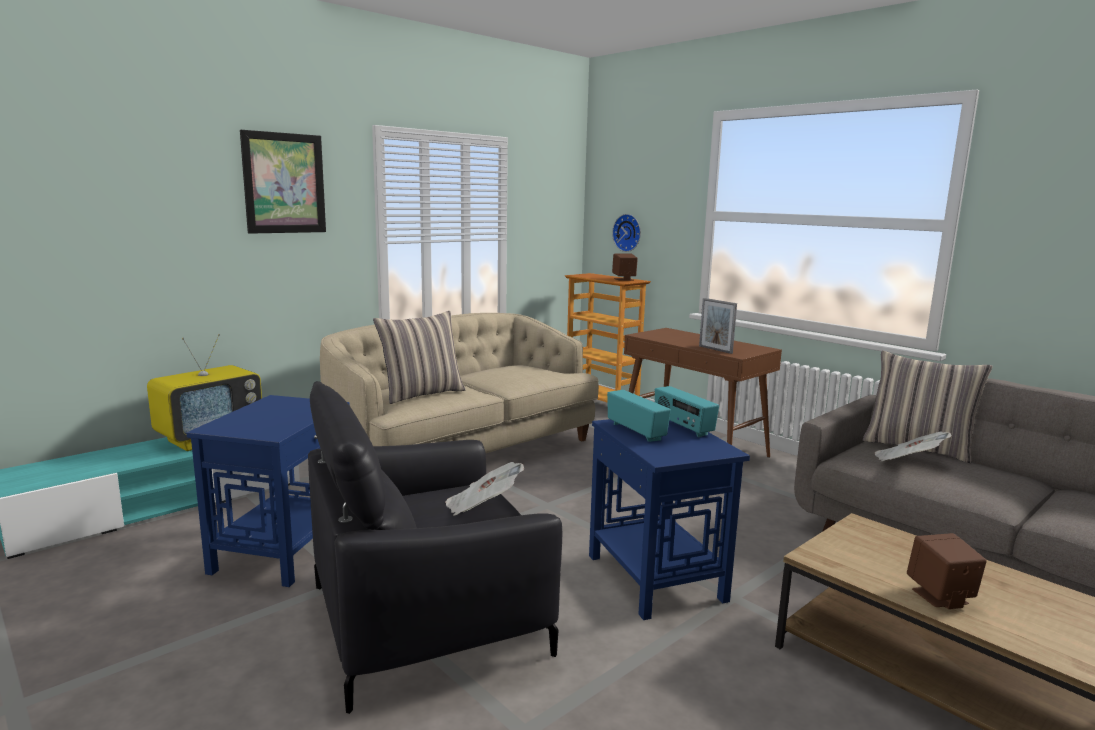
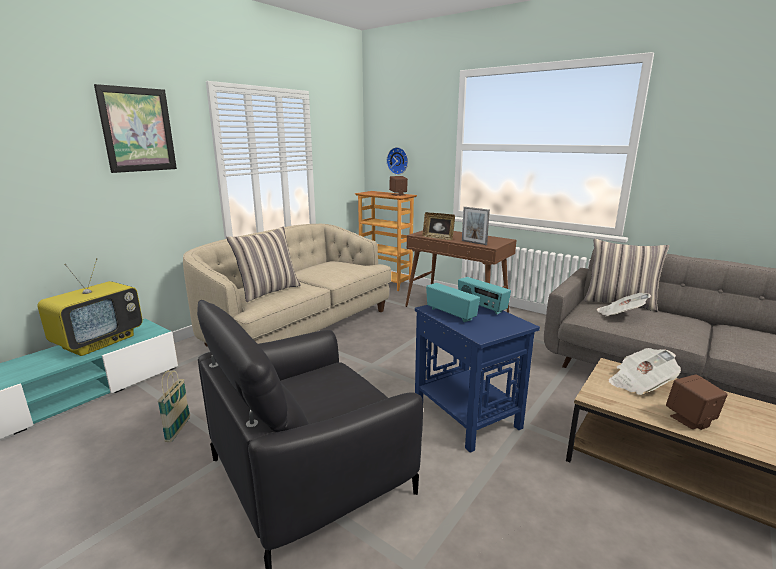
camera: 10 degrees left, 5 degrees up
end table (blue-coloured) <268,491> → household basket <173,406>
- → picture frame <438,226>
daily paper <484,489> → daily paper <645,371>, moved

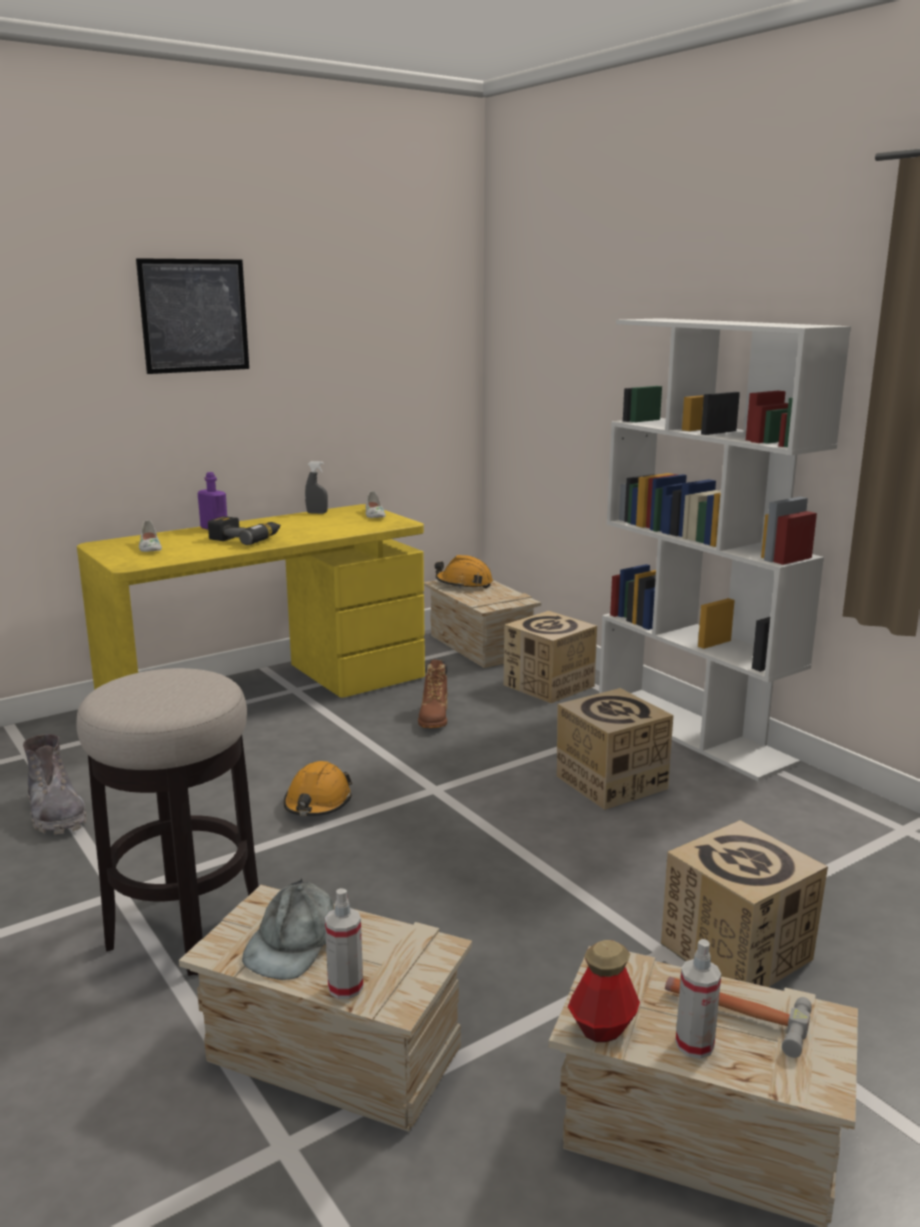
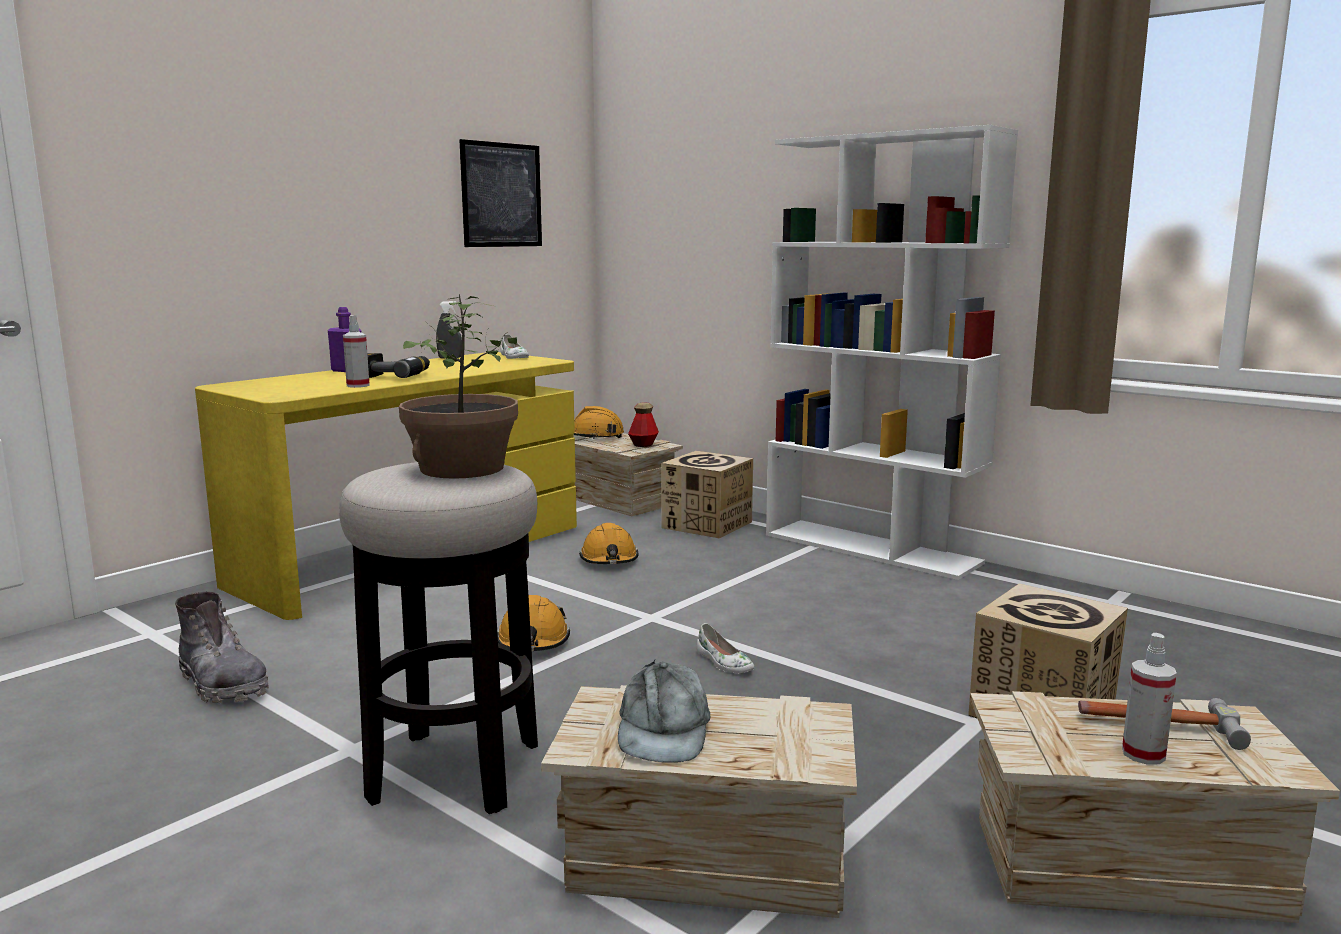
camera: 15 degrees left, 5 degrees down
spray bottle <344,943> → spray bottle <356,351>, moved
- → potted plant <458,386>
wall art <192,316> → wall art <500,193>, moved
high-top boot (brownish) <432,694> → hard hat (orange-coloured) <609,543>
bottle <604,991> → bottle <643,425>, moved
shoe (whitish) <150,536> → shoe (whitish) <725,648>, moved
cardboard box <615,749> → -

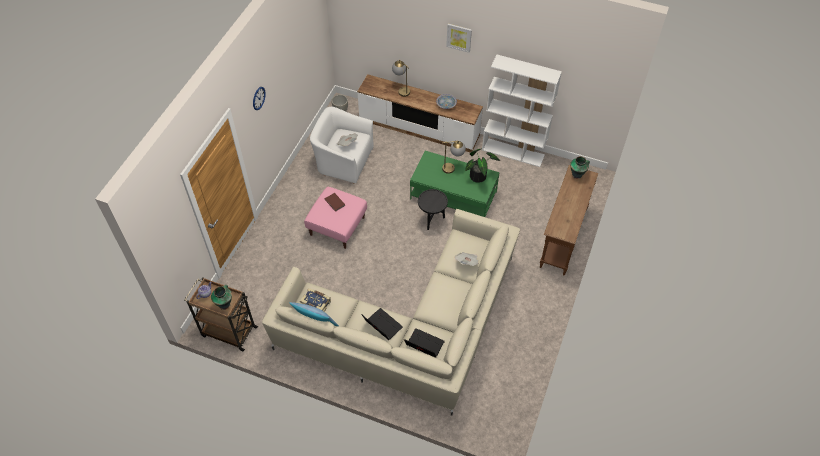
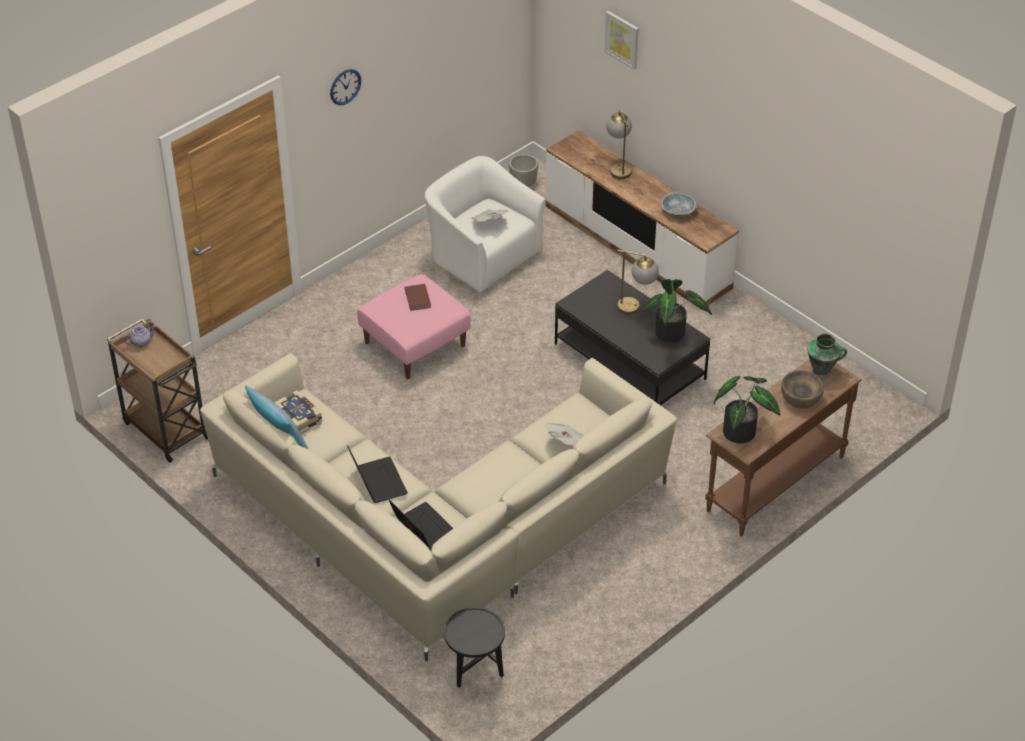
camera: 25 degrees right, 10 degrees down
end table (black) <433,209> → end table (black) <474,647>, moved
coffee table (green) <455,184> → coffee table (black) <633,337>
wall art <459,38> → wall art <621,40>, moved
- → potted plant <747,410>
- → serving bowl (brownish) <802,389>
flower vase <221,297> → -
bookshelf (whitish) <522,111> → -

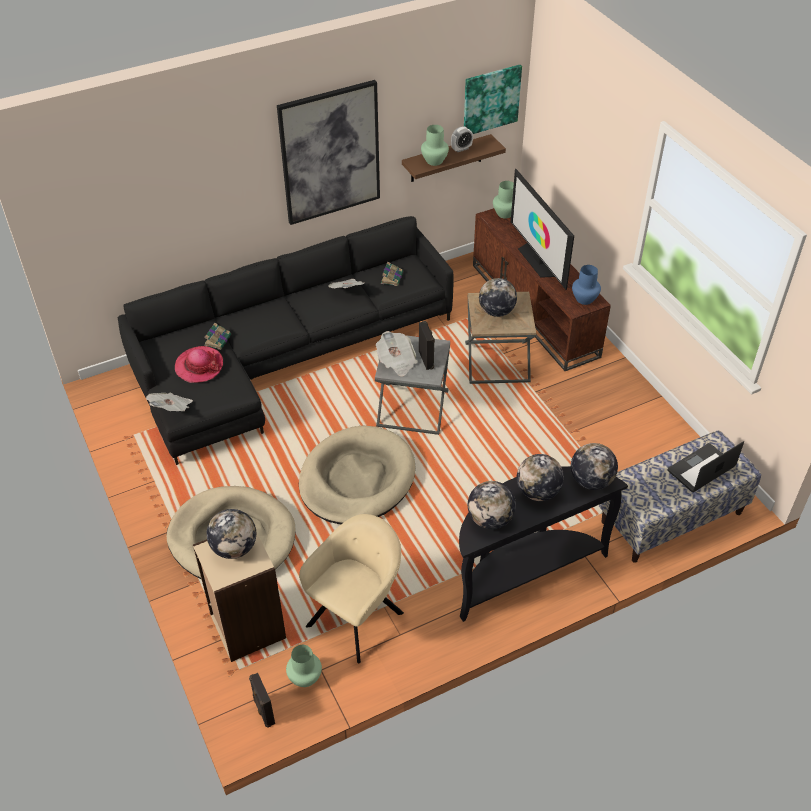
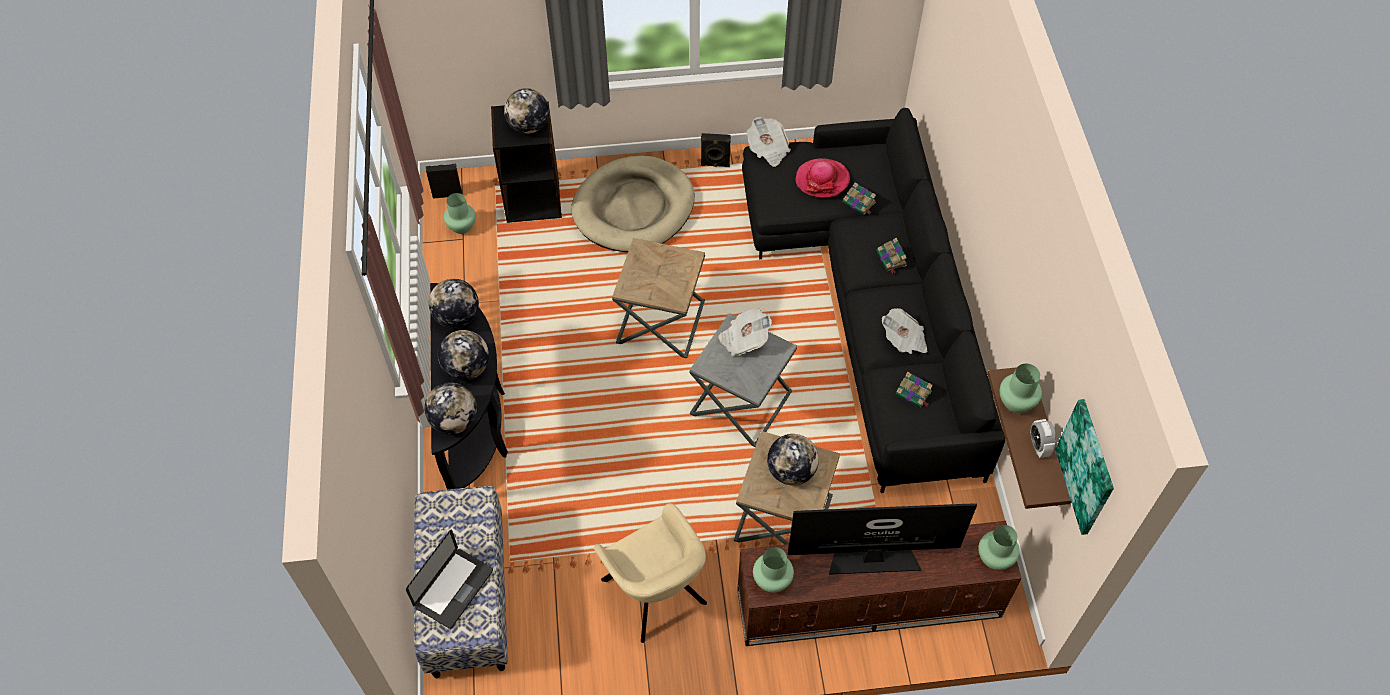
camera: 110 degrees right, 10 degrees up
notebook computer <706,466> → notebook computer <449,579>, 45 degrees clockwise
bookshelf (beige) <239,597> → bookshelf (black) <526,162>
lounge chair (beige) <351,589> → lounge chair (beige) <650,573>, moved
dog cushion (beige) <357,474> → end table (brownish) <658,298>
audio speaker (black) <427,345> → audio speaker (black) <716,150>, moved
flower vase (blue-coloured) <586,285> → flower vase (green) <773,569>
- → volume <891,256>
wall art <328,152> → -

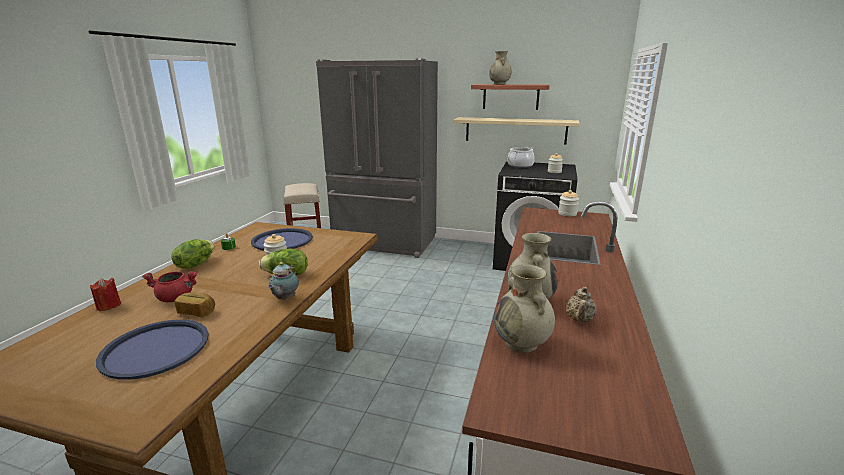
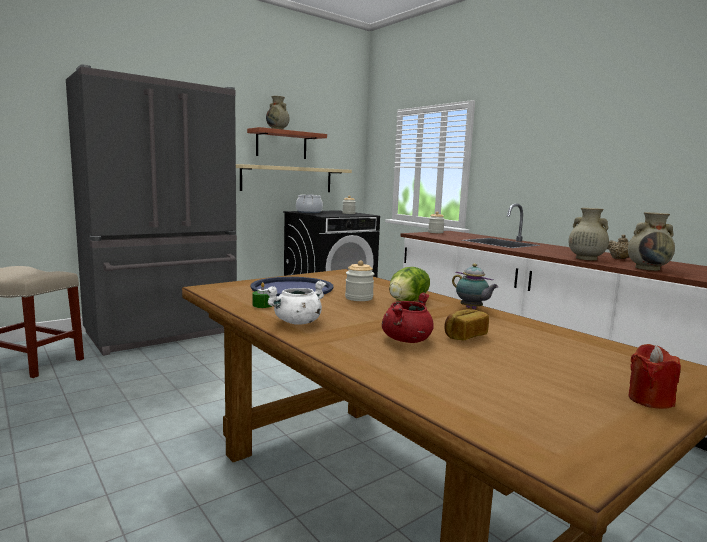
camera: 55 degrees left, 10 degrees down
lettuce head <193,254> → saucepot (whitish) <295,303>
wax light (red-coloured) <105,294> → wax light (red-coloured) <654,376>, moved
tray (blue-coloured) <152,350> → -

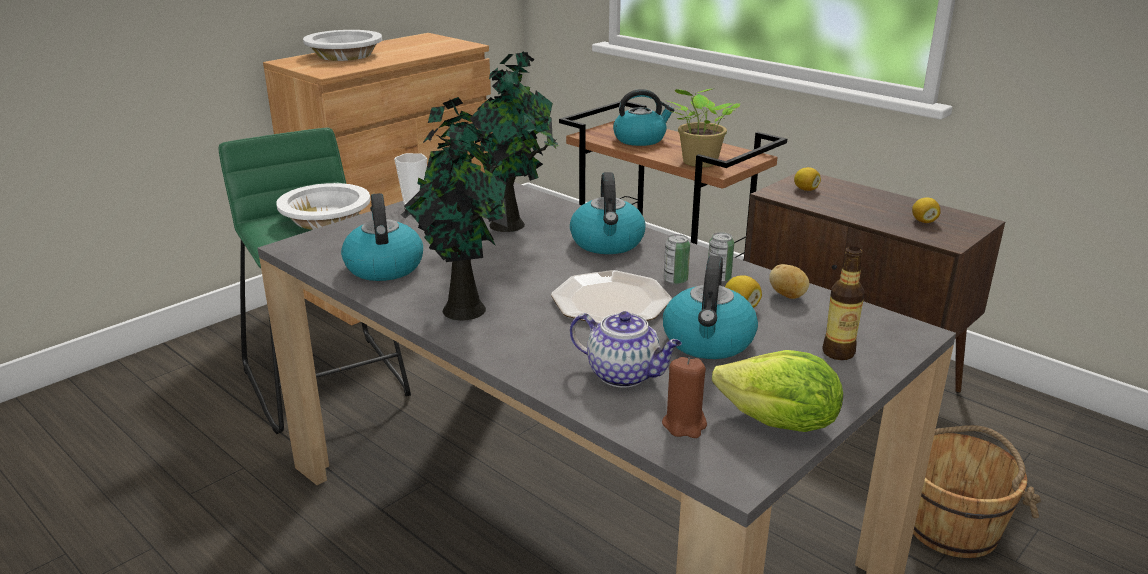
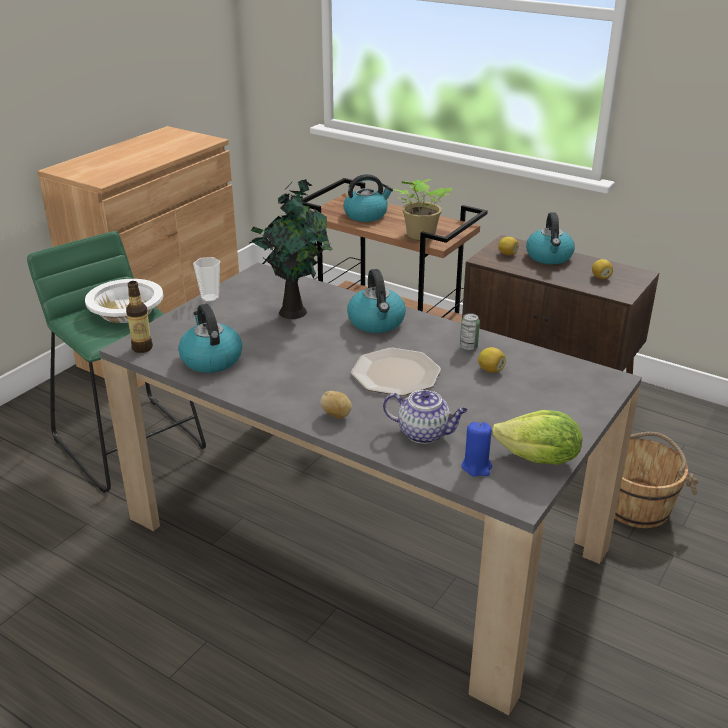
camera: 10 degrees left, 5 degrees up
bottle <843,303> → bottle <139,317>, moved
spud <789,281> → spud <336,404>, moved
wax light (brownish) <684,397> → wax light (blue-coloured) <477,449>
kettle <710,307> → kettle <550,238>, moved
serving bowl (whitish) <342,45> → -
potted plant <454,209> → -
can <677,259> → -

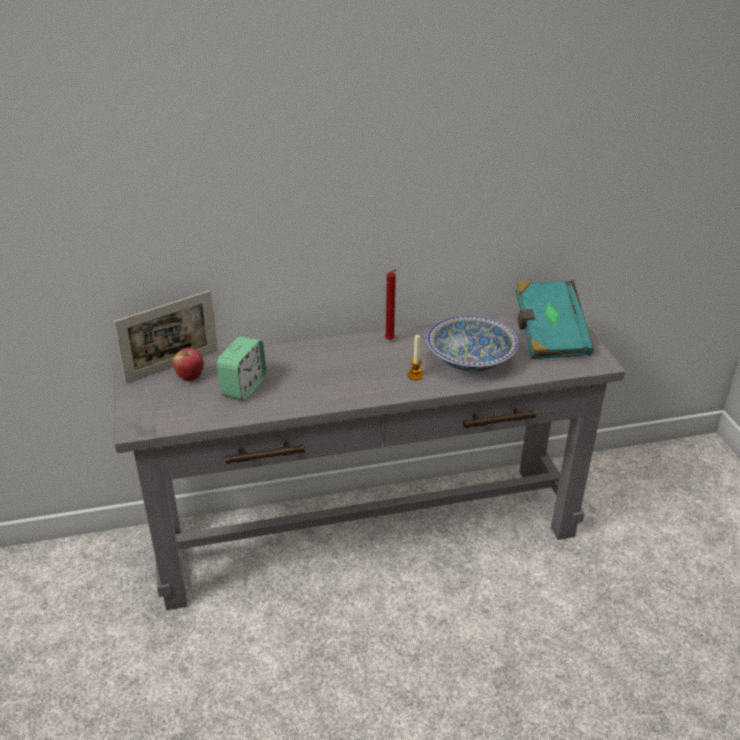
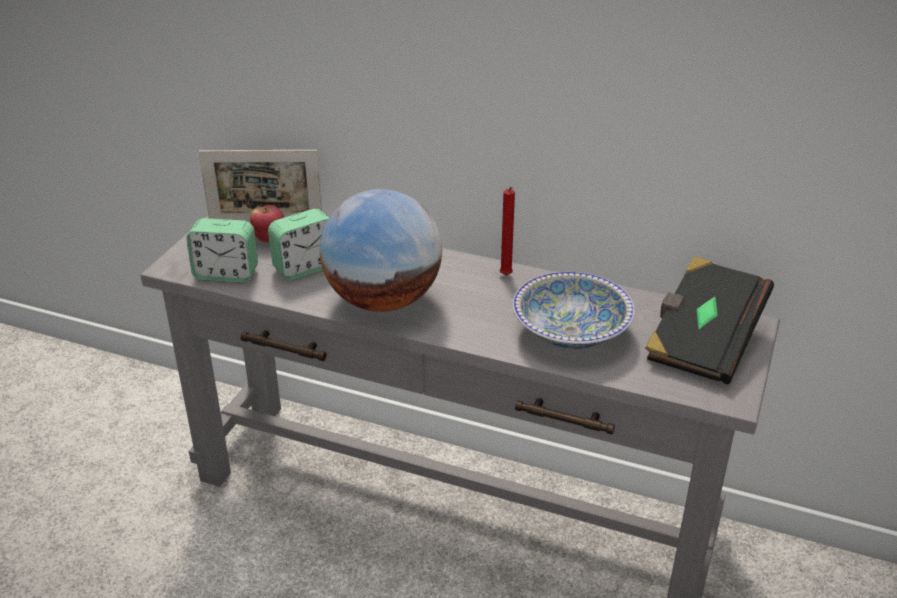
camera: 35 degrees right, 0 degrees up
- → table clock <222,250>
- → world globe <381,250>
volume (turquoise) <555,320> → volume (black) <709,320>
wax light <415,357> → -

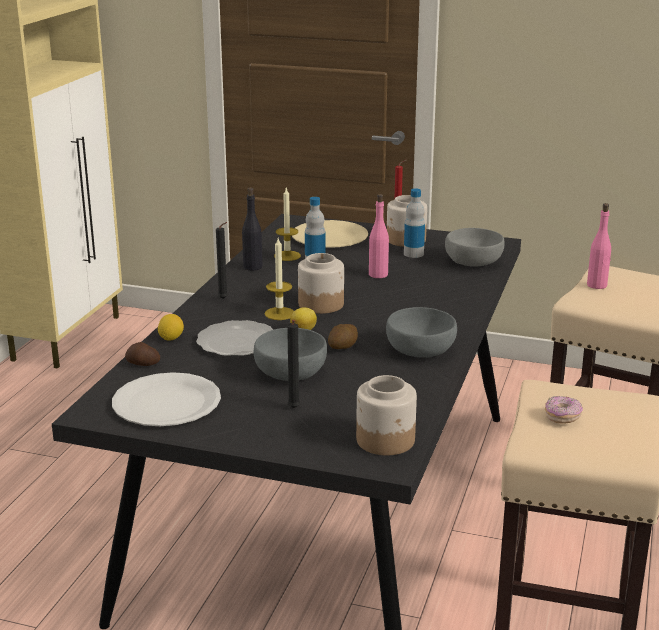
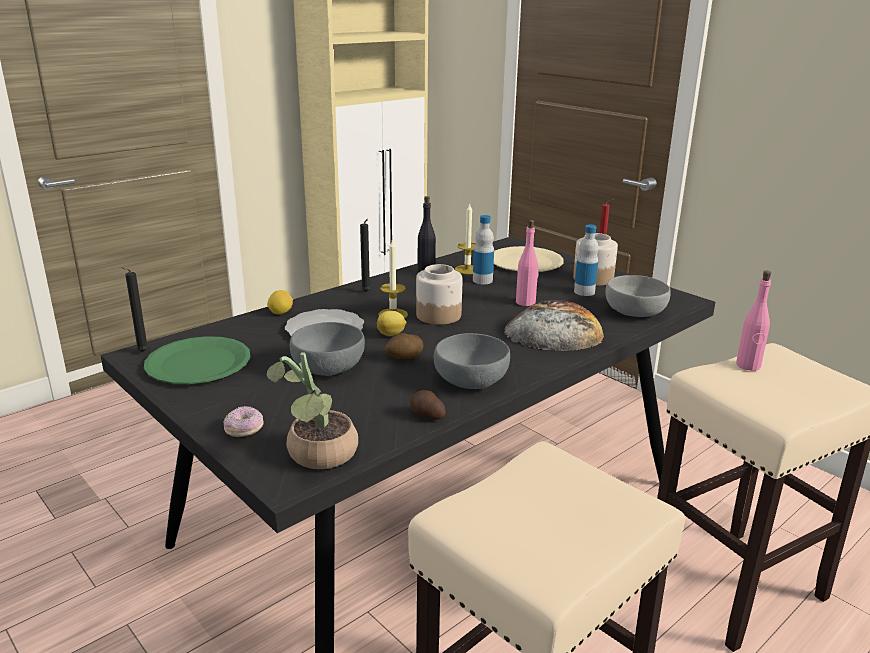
camera: 30 degrees right, 0 degrees up
wax light (black) <293,364> → wax light (black) <135,309>, moved
flat dish (whitish) <166,399> → flat dish (green) <197,360>
donut <564,410> → donut <244,421>, moved
preserve jar <386,415> → potted plant <312,410>
spud <142,354> → spud <428,405>, moved
- → baked bread <554,325>

